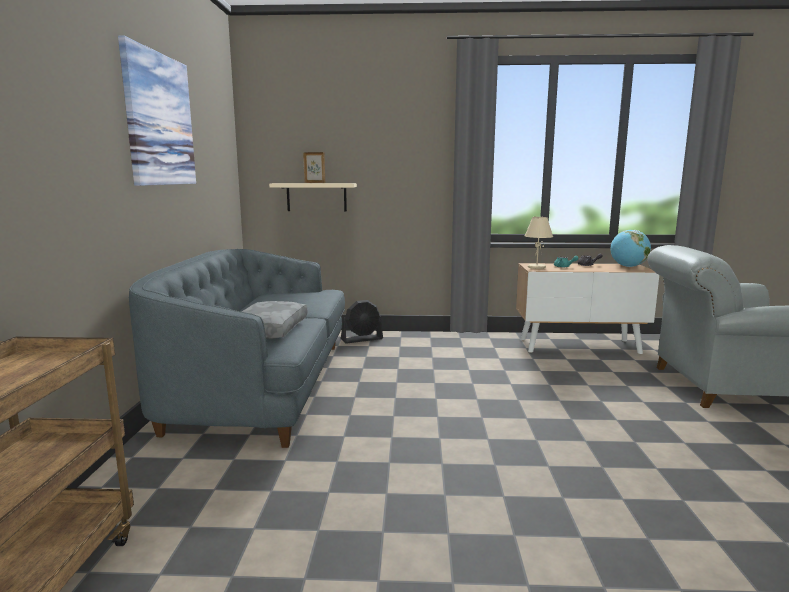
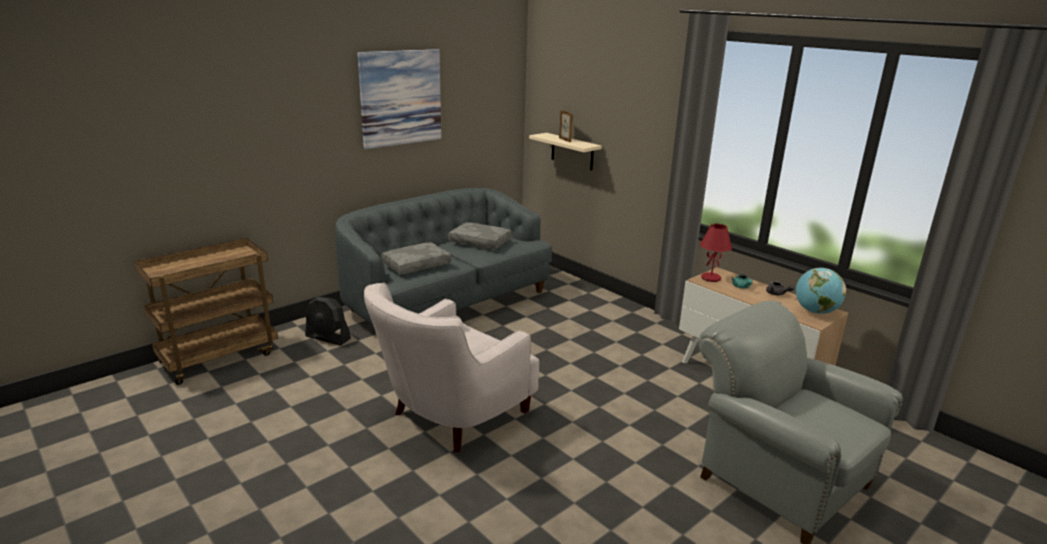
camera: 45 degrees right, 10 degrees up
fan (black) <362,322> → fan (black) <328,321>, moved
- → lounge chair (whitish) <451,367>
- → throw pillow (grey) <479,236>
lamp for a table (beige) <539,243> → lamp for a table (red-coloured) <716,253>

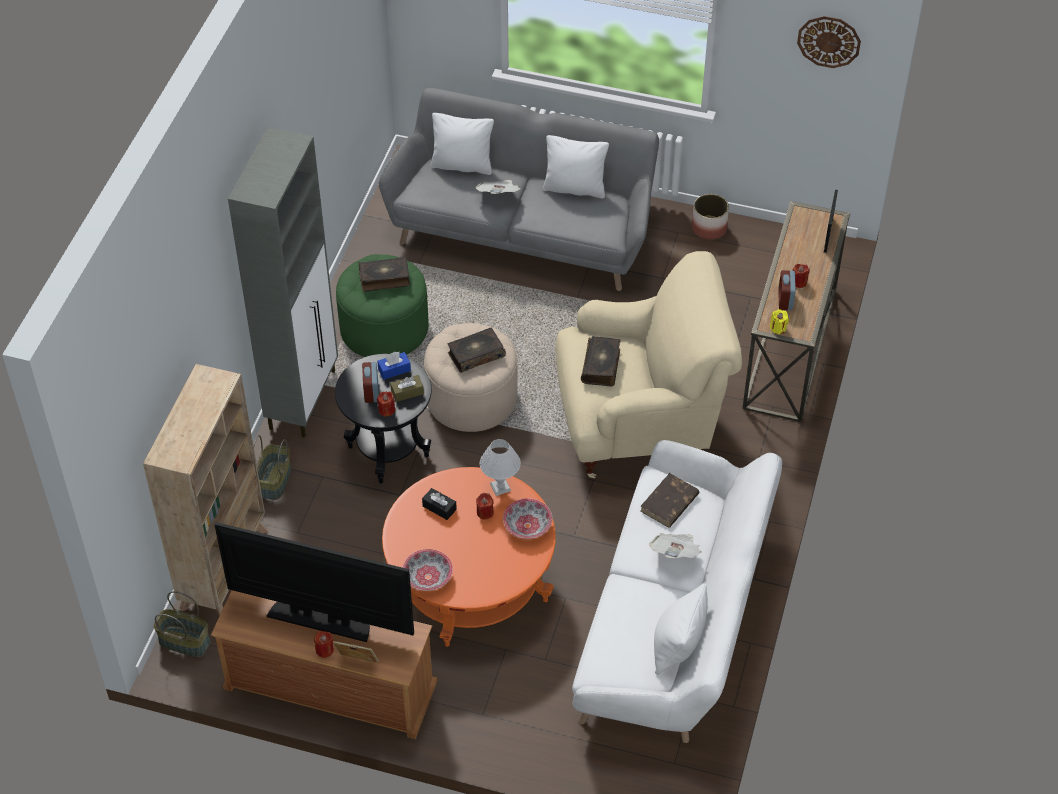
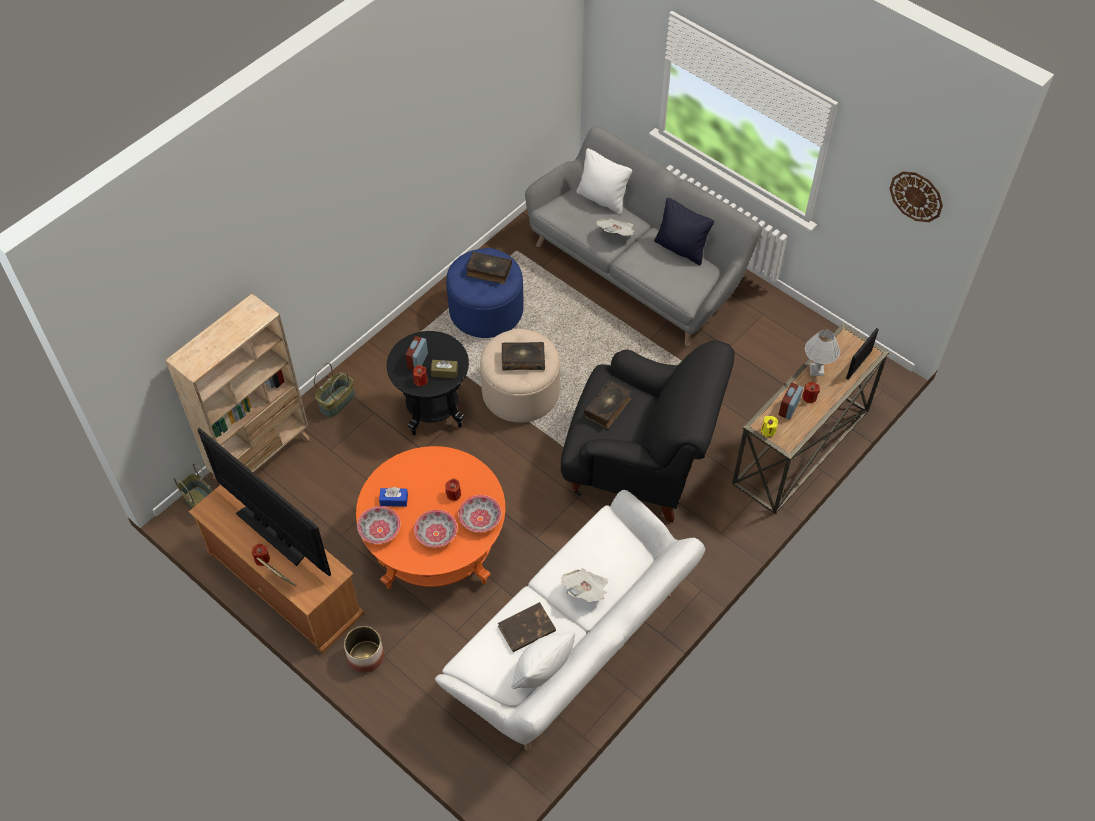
camera: 25 degrees right, 5 degrees up
plant pot <710,217> → plant pot <364,649>, moved
box of tissues (blue-coloured) <394,366> → box of tissues (blue-coloured) <393,497>, moved
- → serving bowl <435,529>
pouffe (green) <382,305> → pouffe (blue-coloured) <484,293>
volume (brownish) <670,500> → volume (brownish) <527,627>, moved
lounge chair (beige) <648,364> → lounge chair (black) <648,431>
throw pillow (whitish) <576,167> → throw pillow (black) <684,231>
lamp for a table (whitish) <500,467> → lamp for a table (whitish) <822,352>, moved
storage cabinet (grey) <283,282> → -
box of tissues (black) <439,504> → -

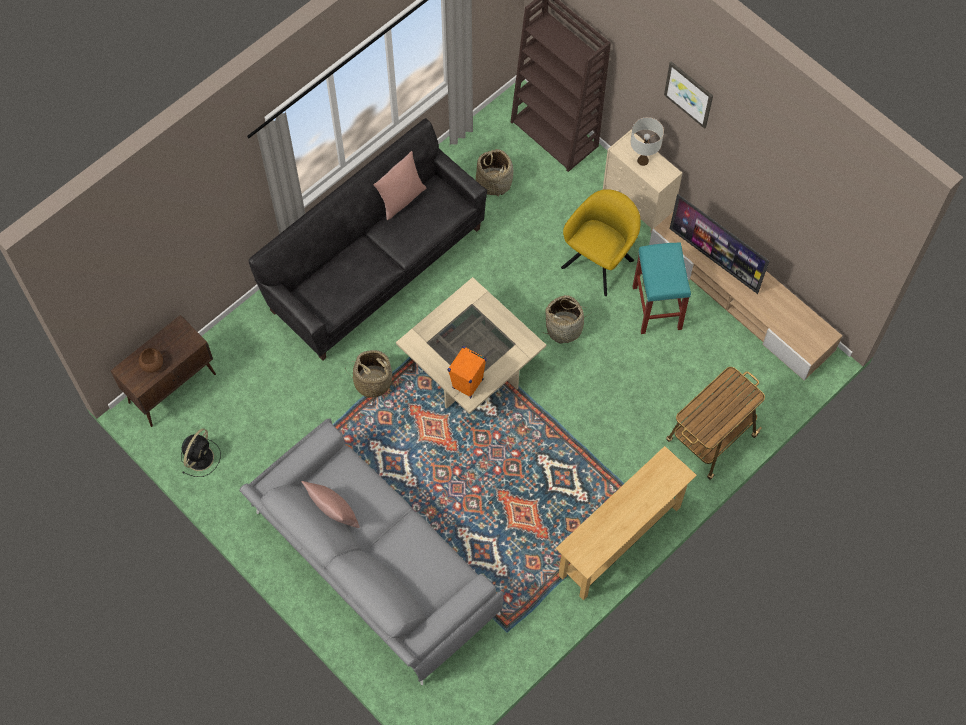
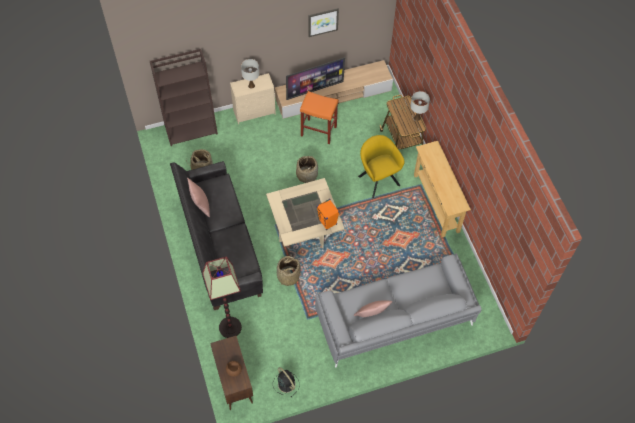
camera: 65 degrees left, 5 degrees down
- → standard lamp <222,297>
sitting stool (turquoise) <662,288> → sitting stool (orange-coloured) <319,117>
wall art <688,95> → wall art <323,22>, moved
lounge chair (yellow) <601,242> → lounge chair (yellow) <381,166>, moved
- → lamp for a table (whitish) <420,106>

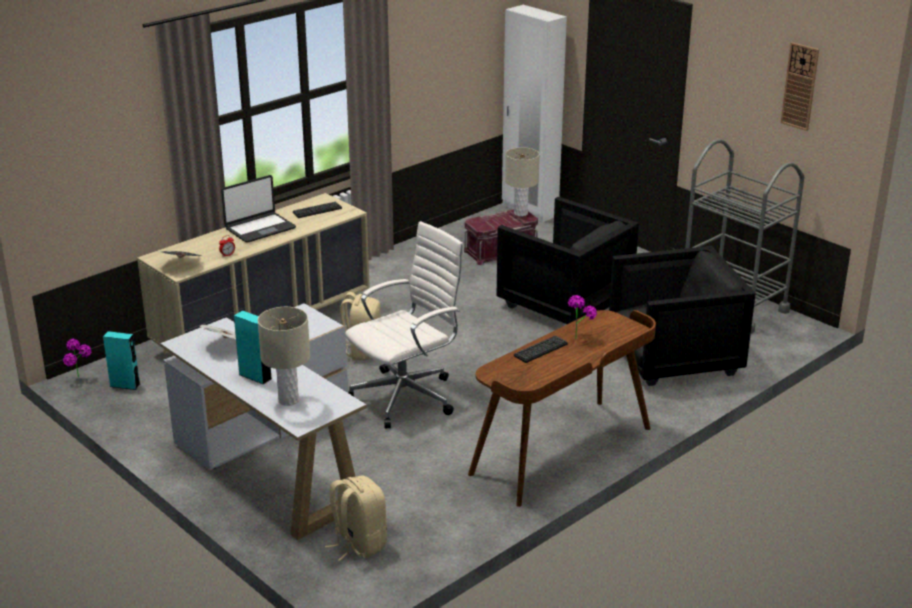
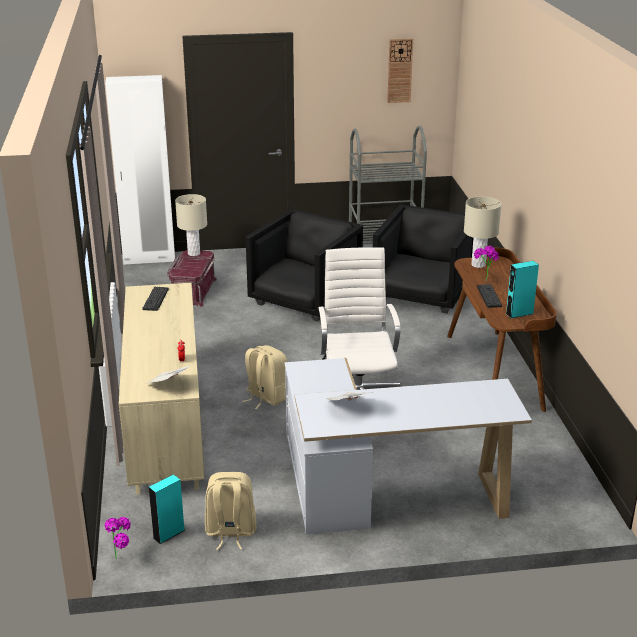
camera: 55 degrees left, 0 degrees up
backpack (beige) <356,518> → backpack (beige) <230,511>, moved
lounge chair (black) <568,260> → lounge chair (black) <304,265>, 45 degrees counterclockwise
lamp for a table (beige) <283,356> → lamp for a table (beige) <482,232>, moved
audio speaker (turquoise) <253,347> → audio speaker (turquoise) <522,289>, moved
notebook computer <258,209> → -

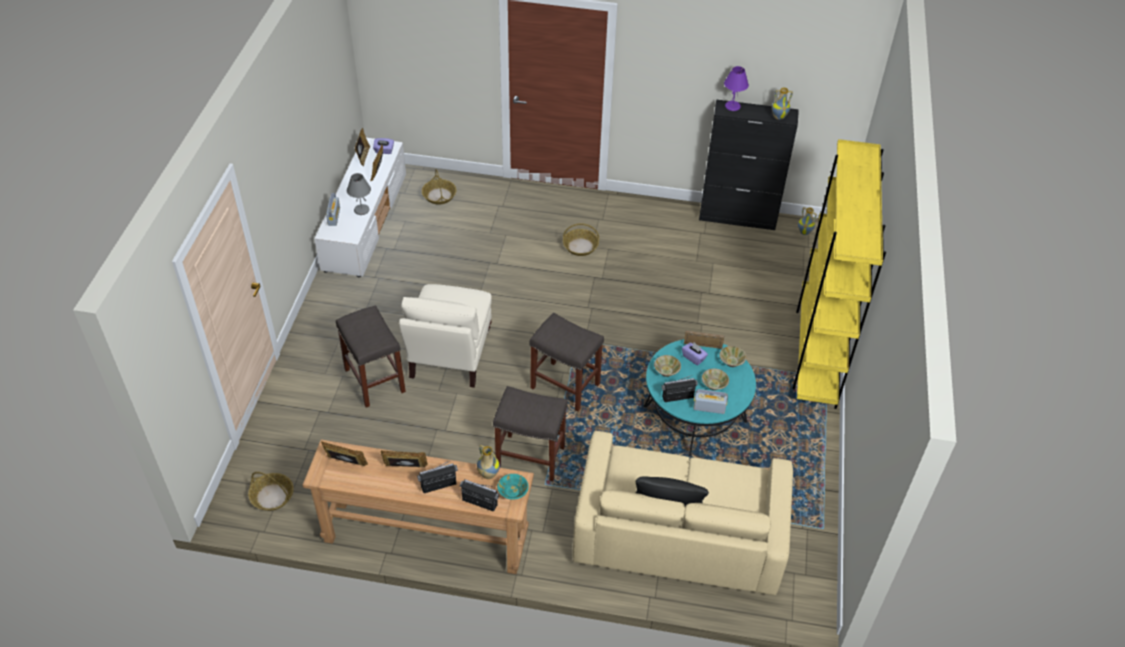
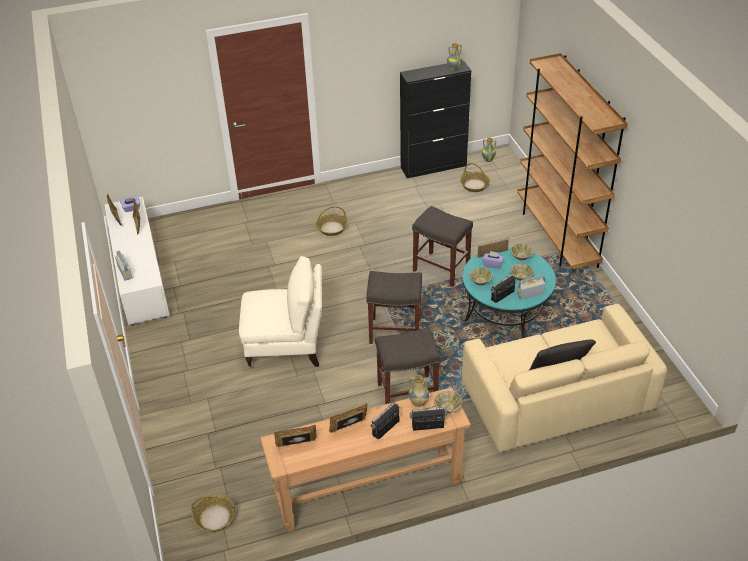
camera: 25 degrees left, 5 degrees down
lounge chair (beige) <445,336> → lounge chair (beige) <280,312>, 75 degrees counterclockwise
sitting stool (grey) <371,356> → sitting stool (grey) <442,246>, moved
serving bowl (turquoise) <513,487> → serving bowl (beige) <448,402>
household basket <439,187> → household basket <475,177>, moved
bookshelf (yellow) <839,274> → bookshelf (brownish) <572,161>
lamp for a table (grey) <359,194> → -
lamp for a table (purple) <736,88> → -

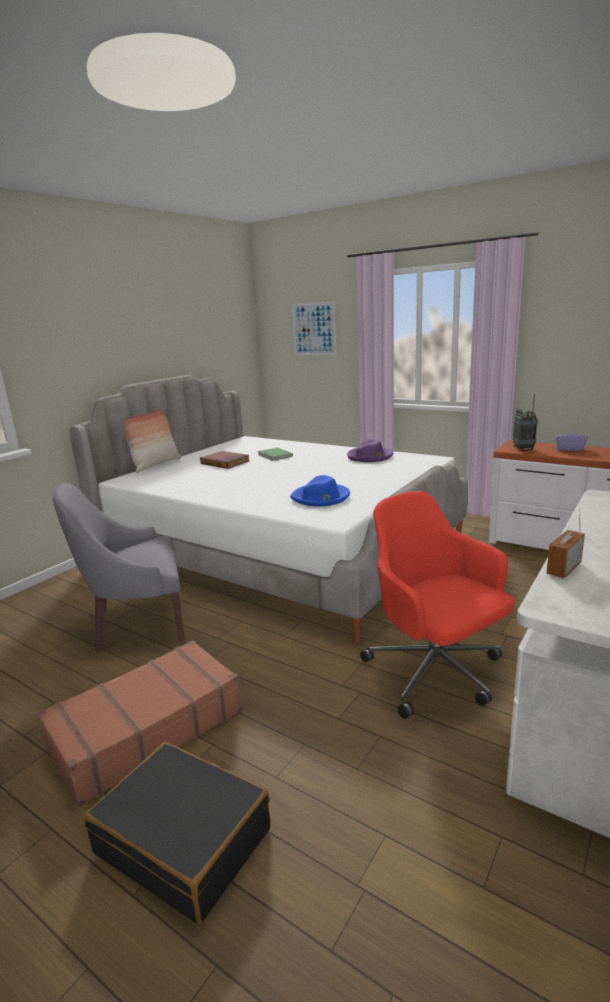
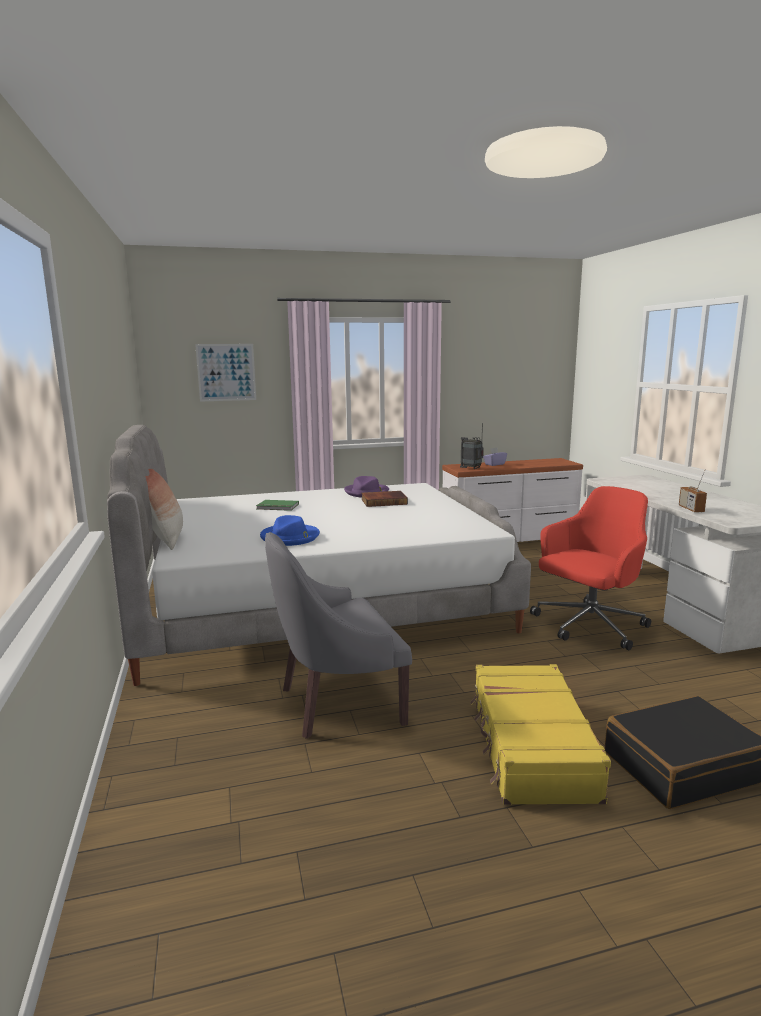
camera: 50 degrees left, 5 degrees down
clothing hat (blue-coloured) <320,490> → clothing hat (blue-coloured) <290,530>, moved
lounge chair (grey) <119,567> → lounge chair (grey) <338,635>, 45 degrees clockwise
volume <224,460> → volume <385,499>, moved
suitcase (brownish) <139,723> → suitcase (yellow) <540,734>
office chair (red-coloured) <437,605> → office chair (red-coloured) <590,568>, 135 degrees clockwise

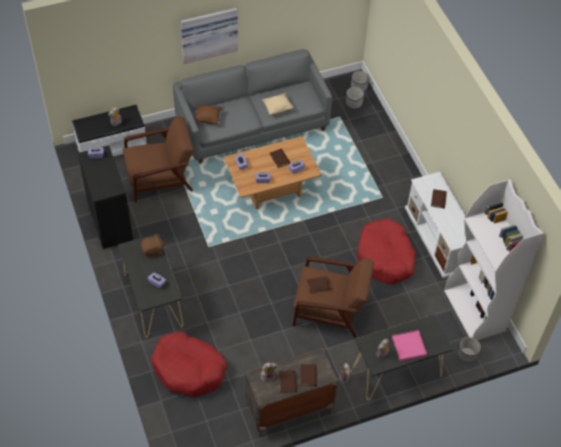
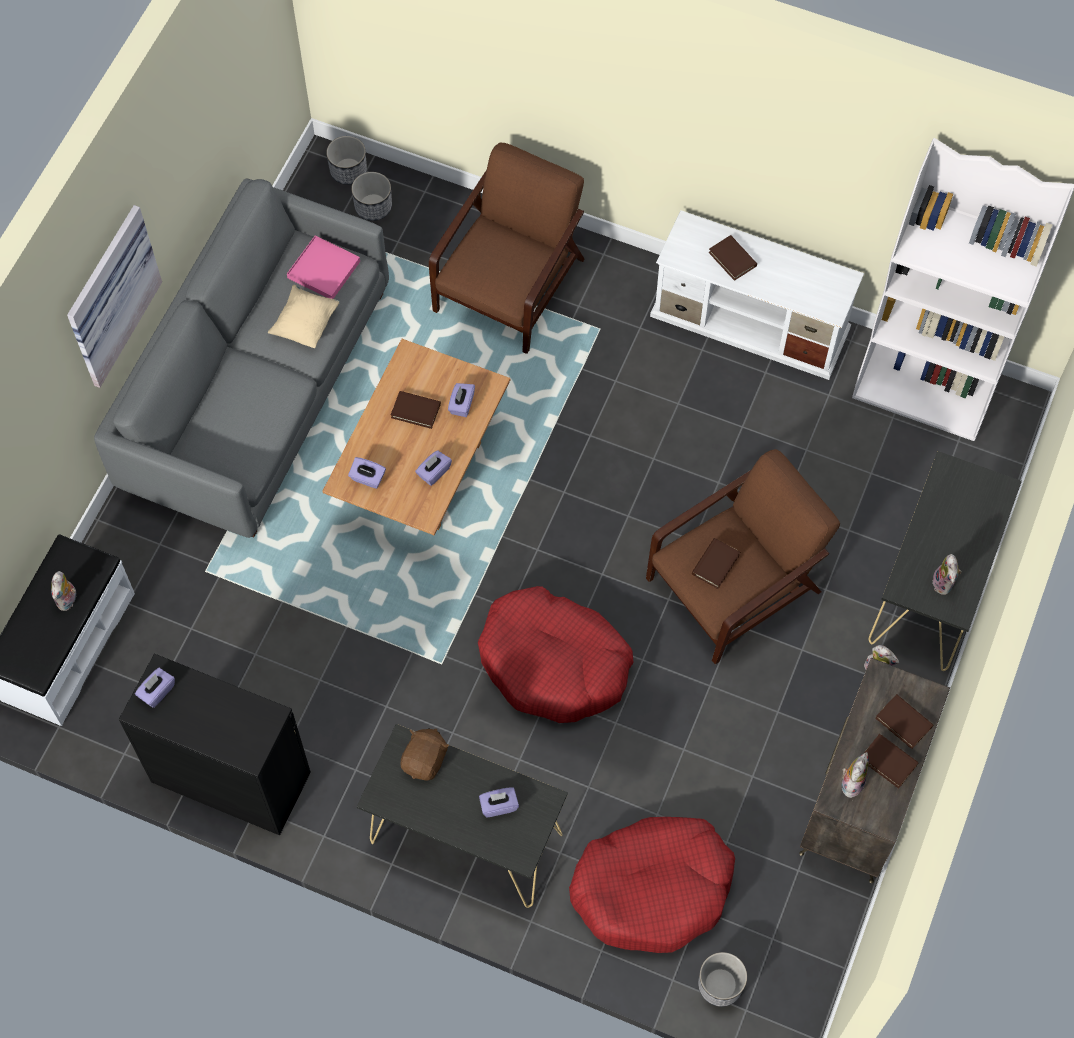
camera: 45 degrees left, 10 degrees up
tray (pink-coloured) <409,345> → tray (pink-coloured) <323,267>, moved
lounge chair (brownish) <158,160> → lounge chair (brownish) <506,248>, moved
dog cushion (red-coloured) <386,251> → dog cushion (red-coloured) <555,654>, moved
plant pot <469,350> → plant pot <722,979>, moved
throw pillow (brownish) <209,114> → -

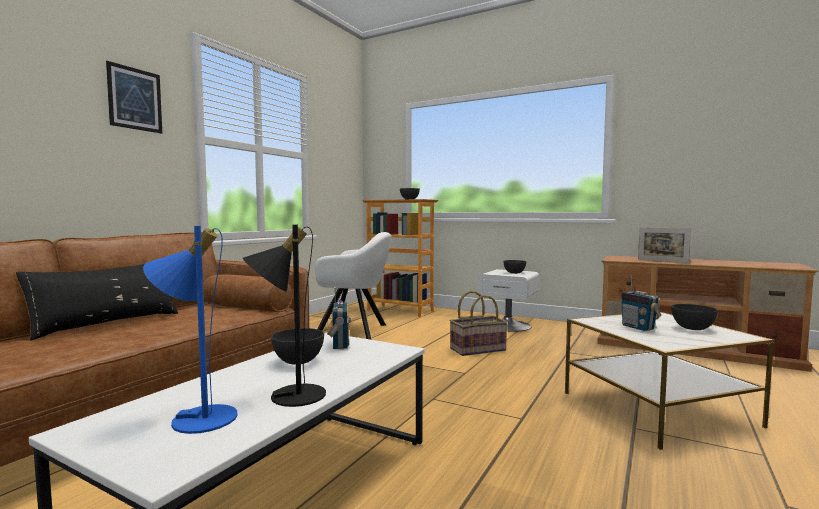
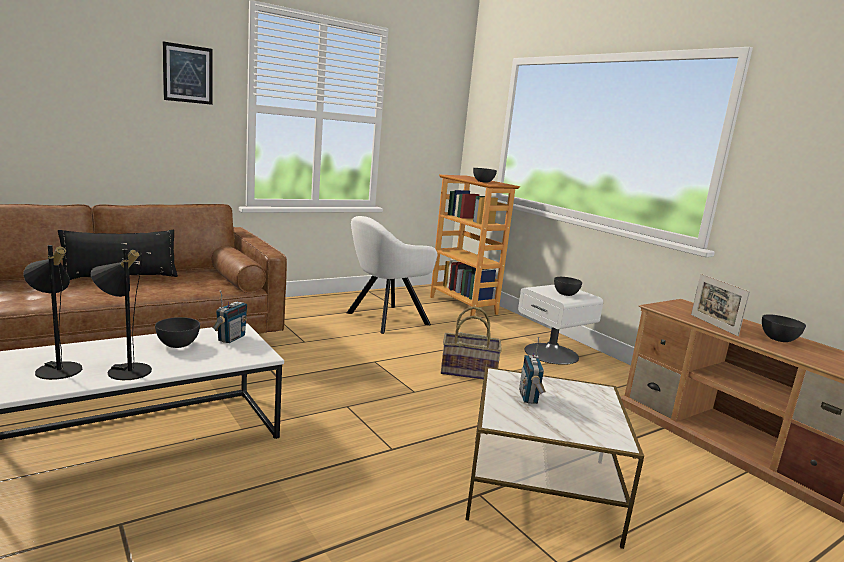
camera: 25 degrees right, 10 degrees up
lamp for a table (blue-coloured) <190,330> → lamp for a table (black) <52,312>
lounge chair (whitish) <353,286> → lounge chair (whitish) <391,275>, 105 degrees clockwise
serving bowl (grey) <694,317> → serving bowl (grey) <784,328>, moved

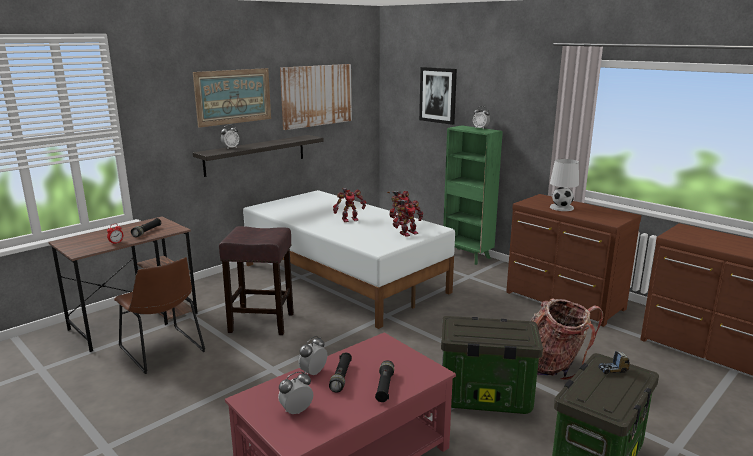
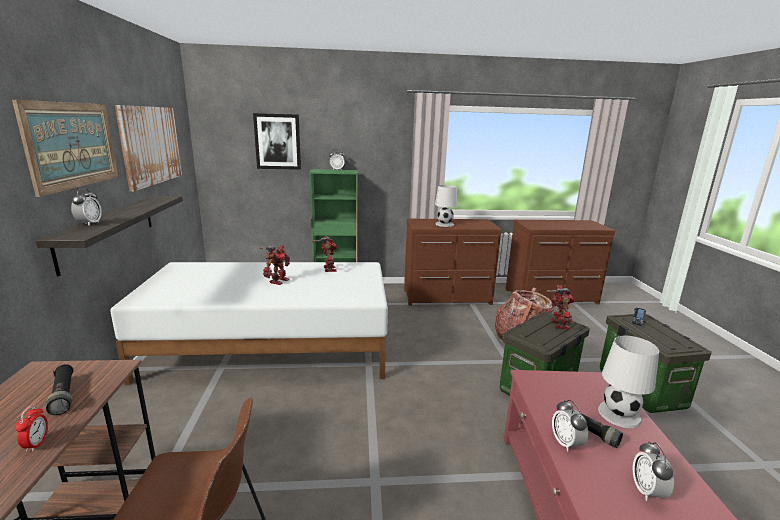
camera: 50 degrees left, 0 degrees up
robot figure <408,218> → robot figure <560,307>, moved
flashlight (black) <384,381> → lamp for a table (whitish) <628,382>
sitting stool (brownish) <256,280> → -

